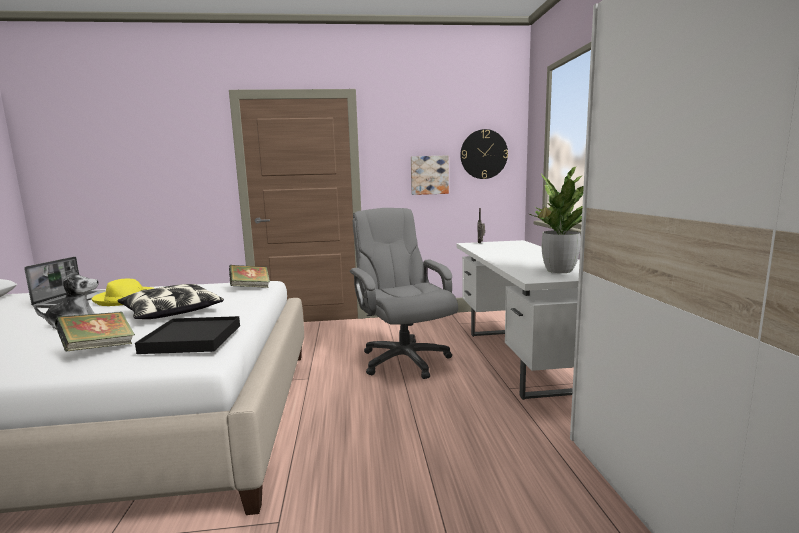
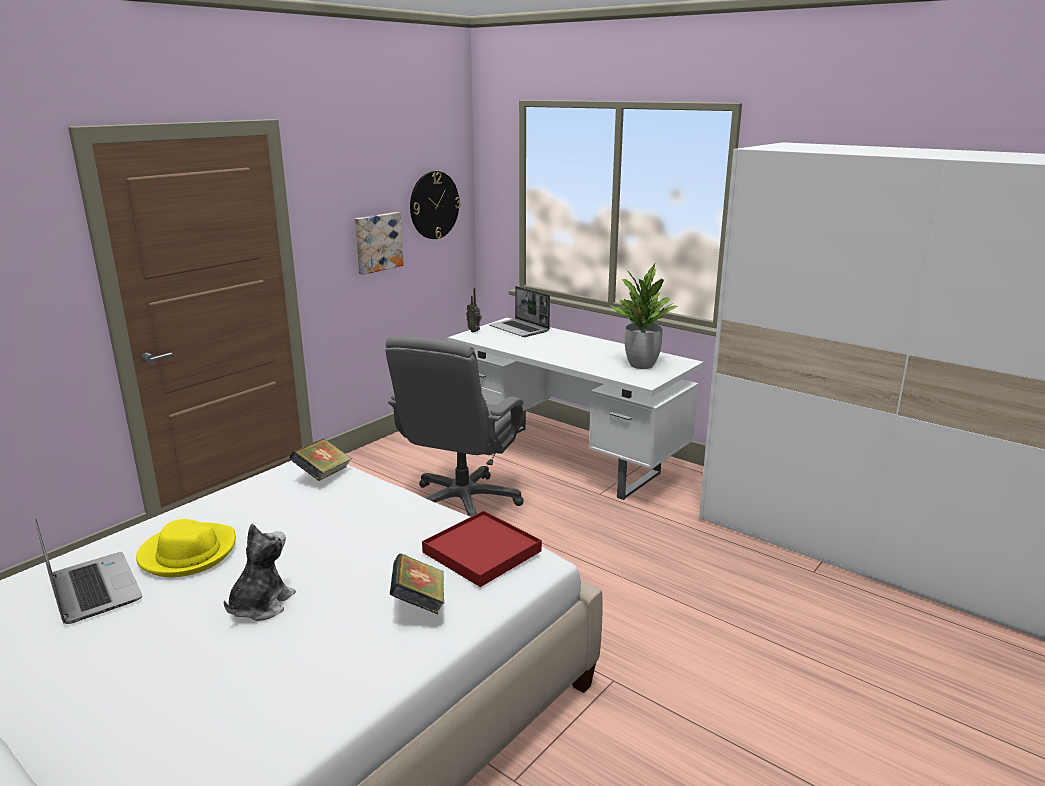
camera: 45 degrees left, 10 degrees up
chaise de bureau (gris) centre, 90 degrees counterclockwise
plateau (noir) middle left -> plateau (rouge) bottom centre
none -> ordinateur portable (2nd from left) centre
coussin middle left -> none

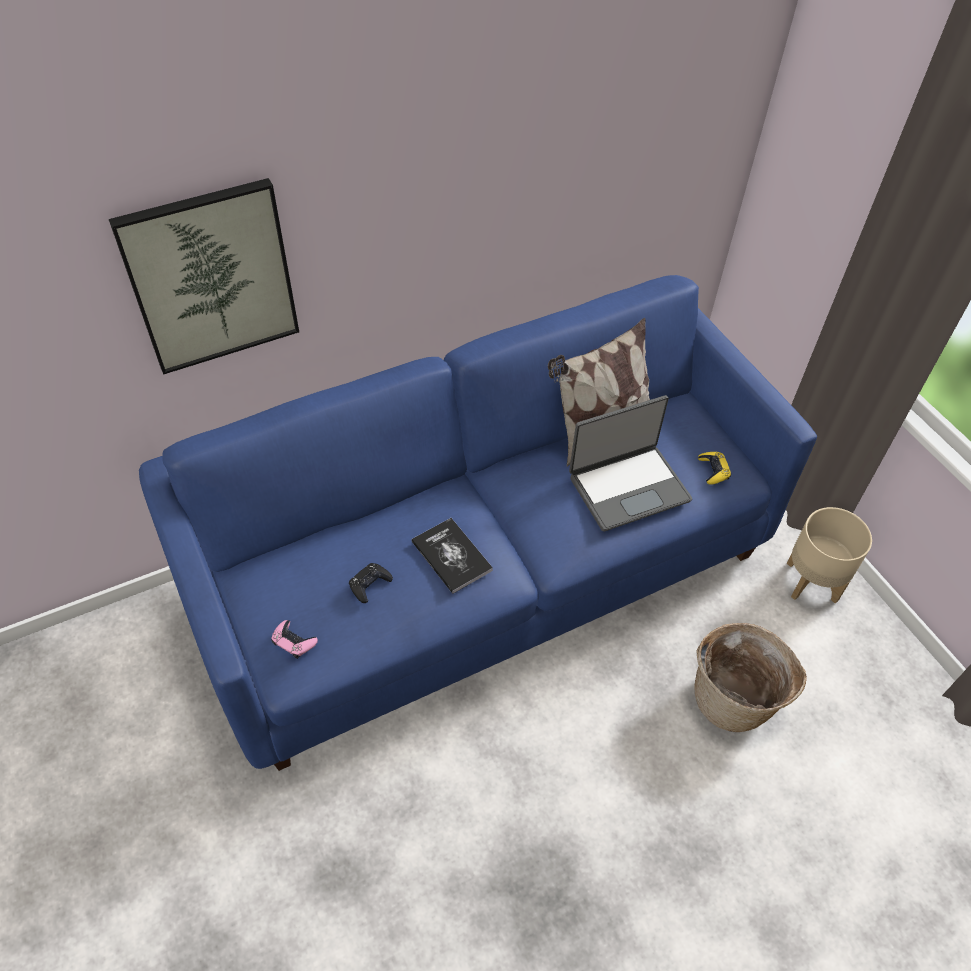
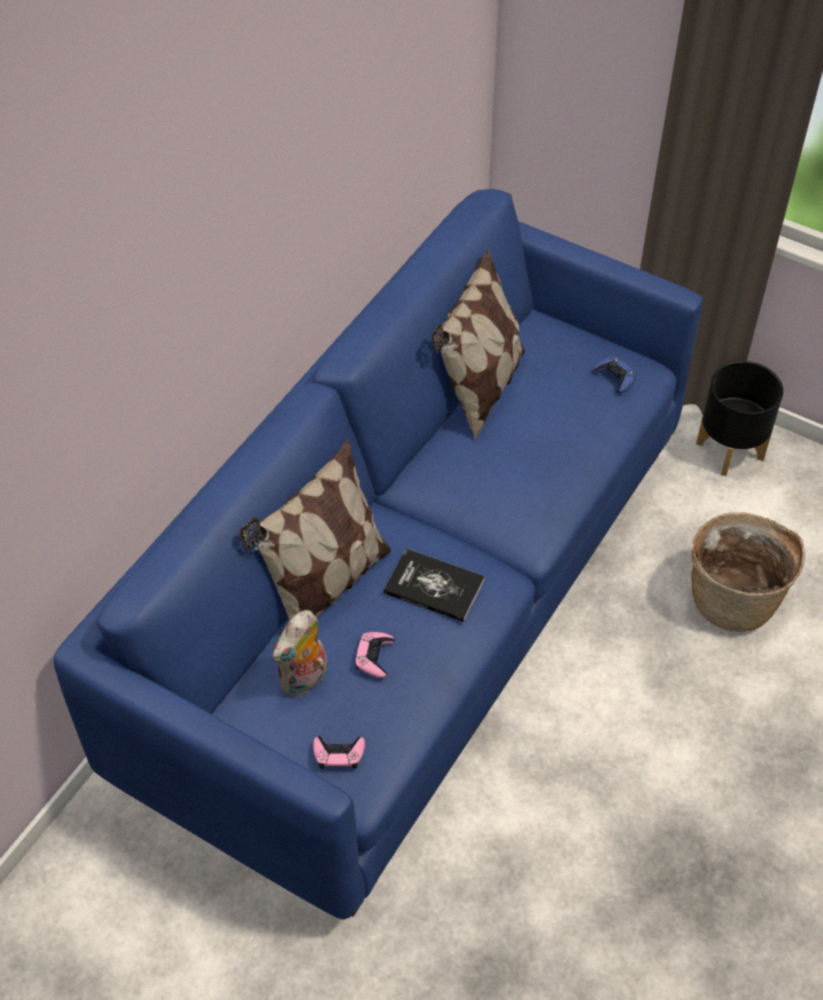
camera: 30 degrees left, 0 degrees up
none -> coussin (1st from left) centre
none -> peluche centre
manette (noir) centre -> manette (rose) (2nd from left) centre
manette (jaune) middle right -> manette (bleu) middle right
cache-pot (beige) middle right -> cache-pot (noir) middle right
tableau top left -> none
ordinateur portable centre -> none

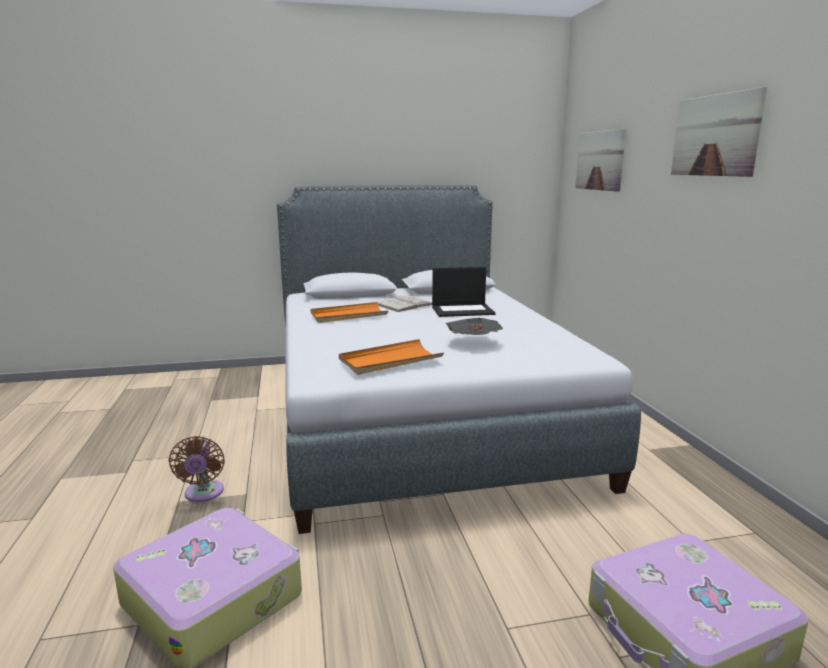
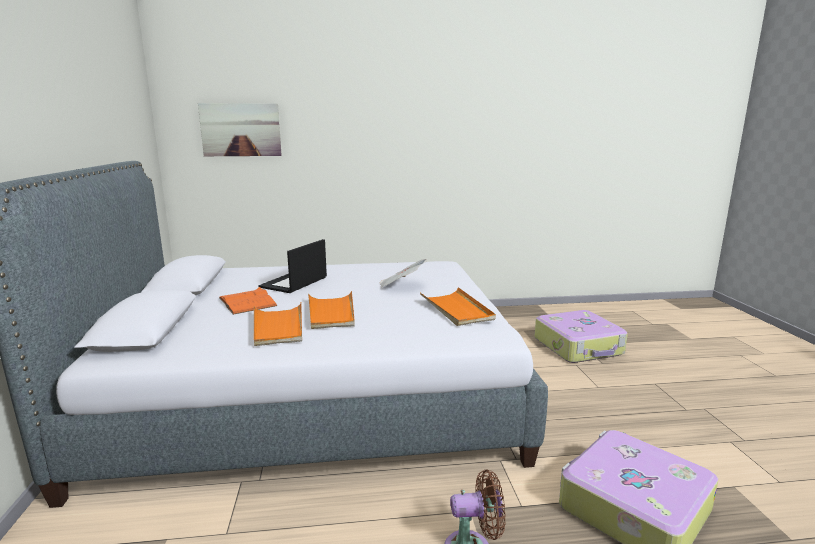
camera: 85 degrees left, 0 degrees up
livre (blanc) centre -> livre (orange) middle left
ordinateur portable centre, 150 degrees counterclockwise
none -> plateau (orange) (2nd from left) centre
tableau (2nd from left) top right -> none

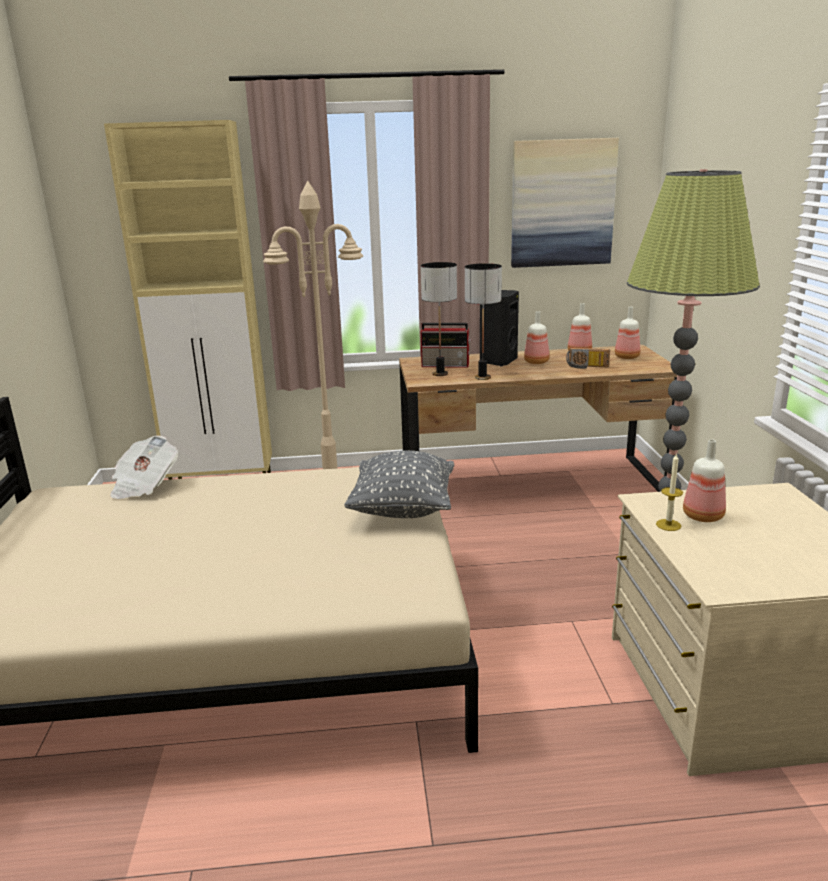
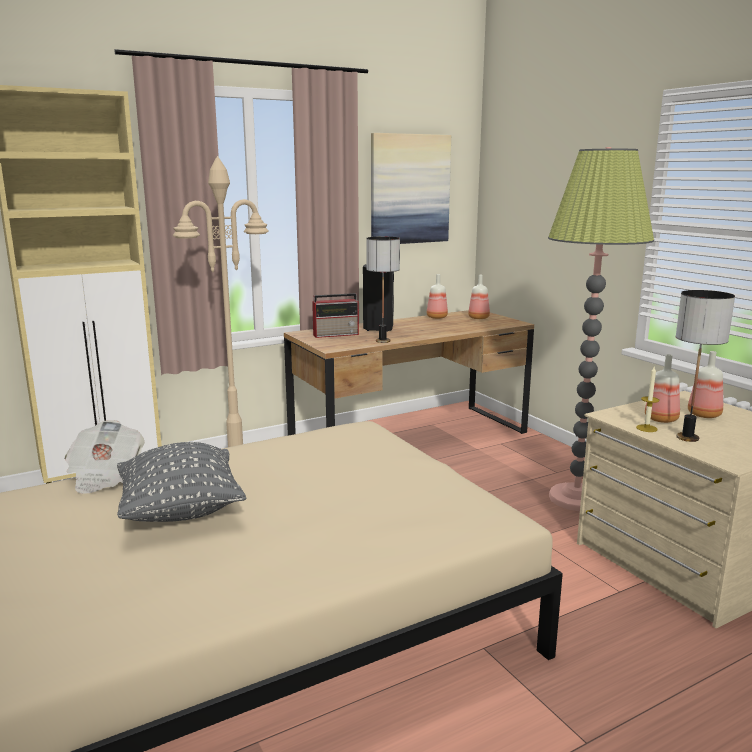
camera: 25 degrees left, 5 degrees down
coussin (gris) centre -> coussin (gris) middle left, moved
lampe de table (1st from left in the first image) centre -> lampe de table (2nd from left) middle right, moved
bouteille (1st from left in the first image) centre -> bouteille (4th from left) middle right, moved
radio (2nd from left) middle right -> none

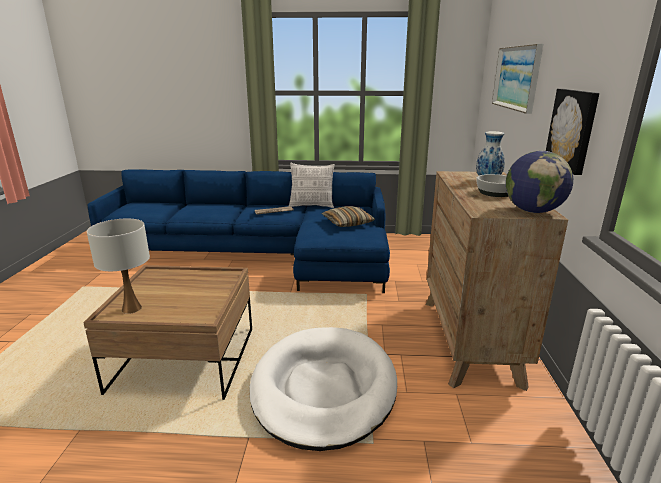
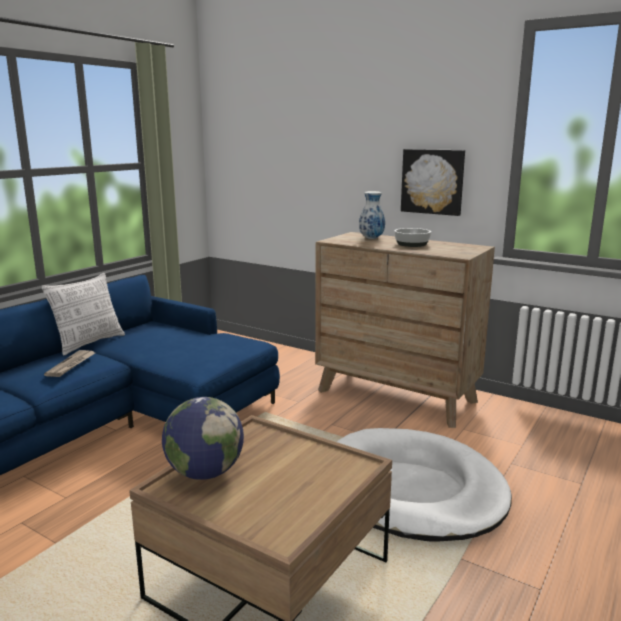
camera: 60 degrees left, 5 degrees down
globe middle right -> globe bottom left, moved
lampe de table (blanc) middle left -> none
coussin (2nd from left) centre -> none
tableau (1st from left) top right -> none

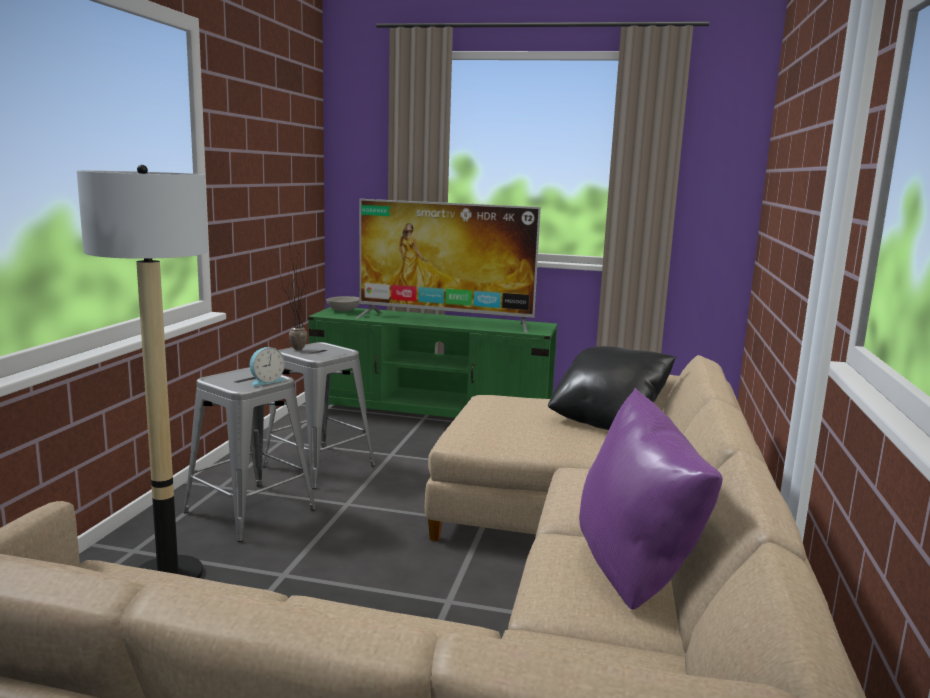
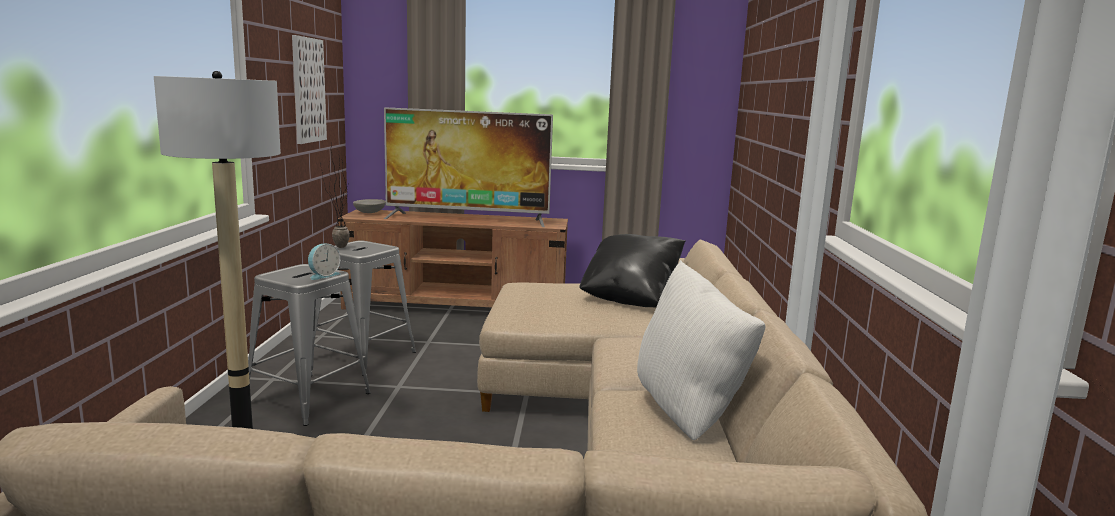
camera: 10 degrees left, 0 degrees up
none -> tableau top left
meuble télé (vert) centre -> meuble télé (marron) centre
coussin (violet) bottom right -> coussin (blanc) bottom centre

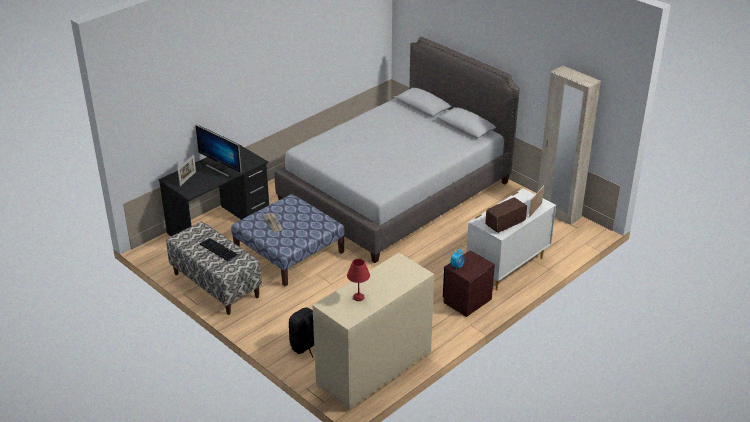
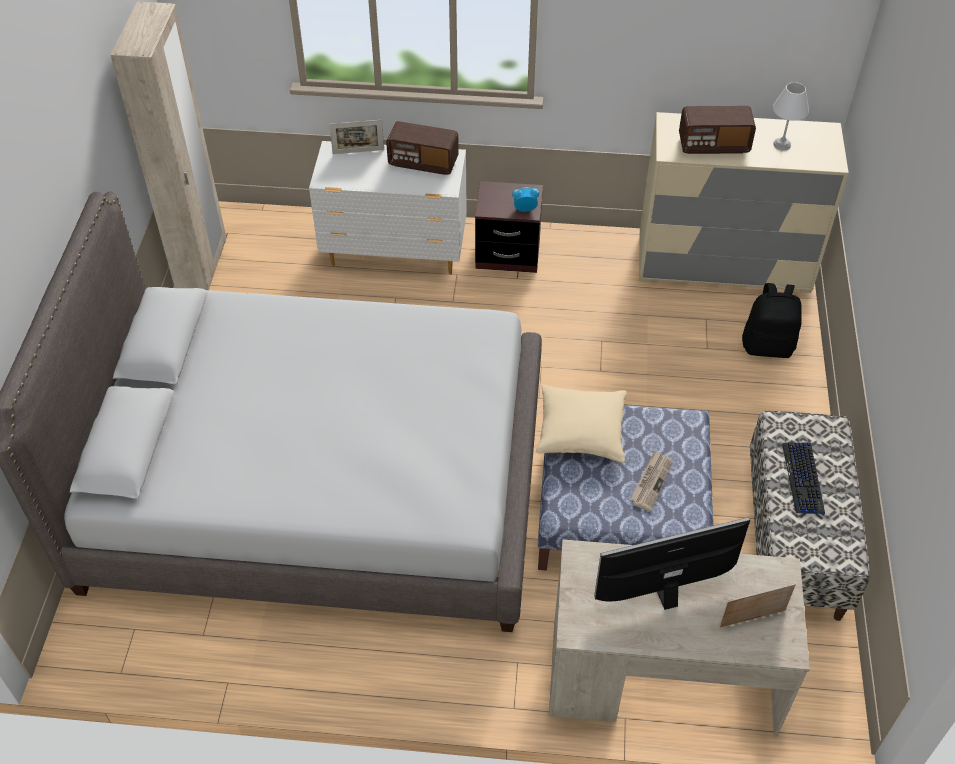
camera: 130 degrees left, 15 degrees up
none -> coussin (beige) centre
bureau (noir) middle left -> bureau (beige) bottom right
écran d'ordinateur middle left -> écran d'ordinateur bottom right, 105 degrees counterclockwise
none -> radio (2nd from left) top right
lampe de table (rouge) centre -> lampe de table (blanc) top right

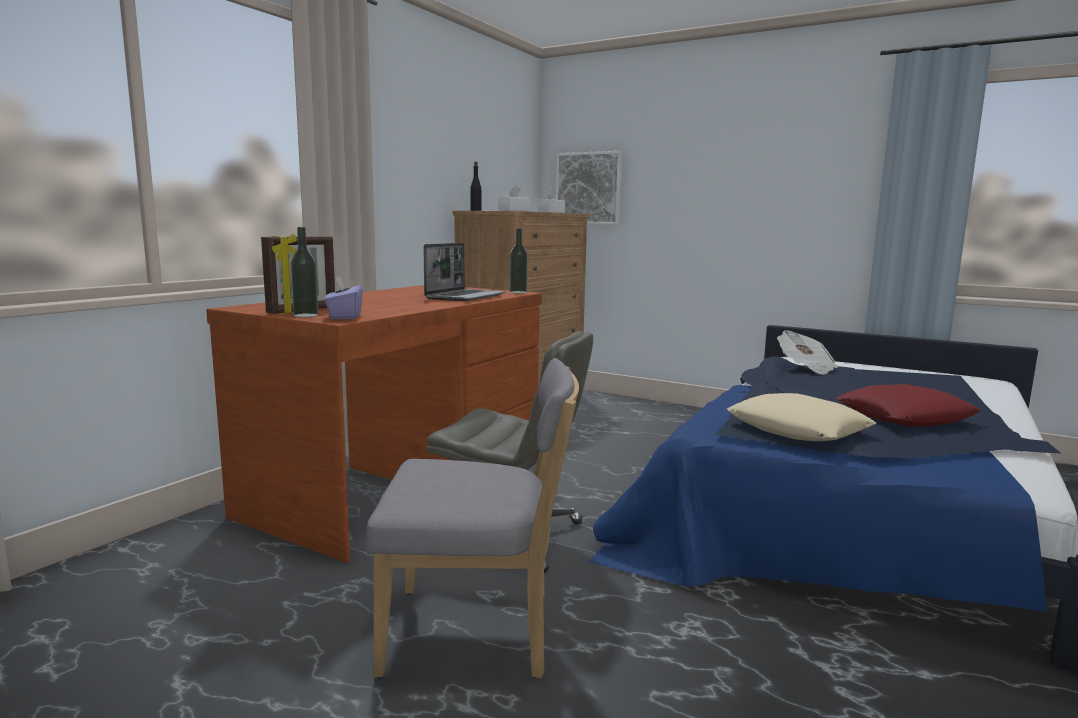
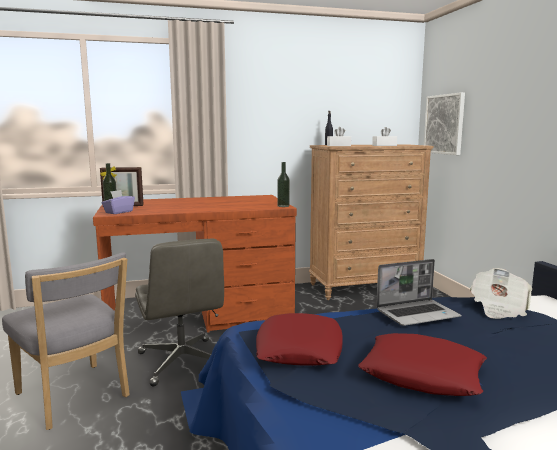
camera: 45 degrees right, 0 degrees up
coussin (beige) middle right -> coussin (rouge) (1st from left) bottom centre
ordinateur portable centre -> ordinateur portable middle right, moved

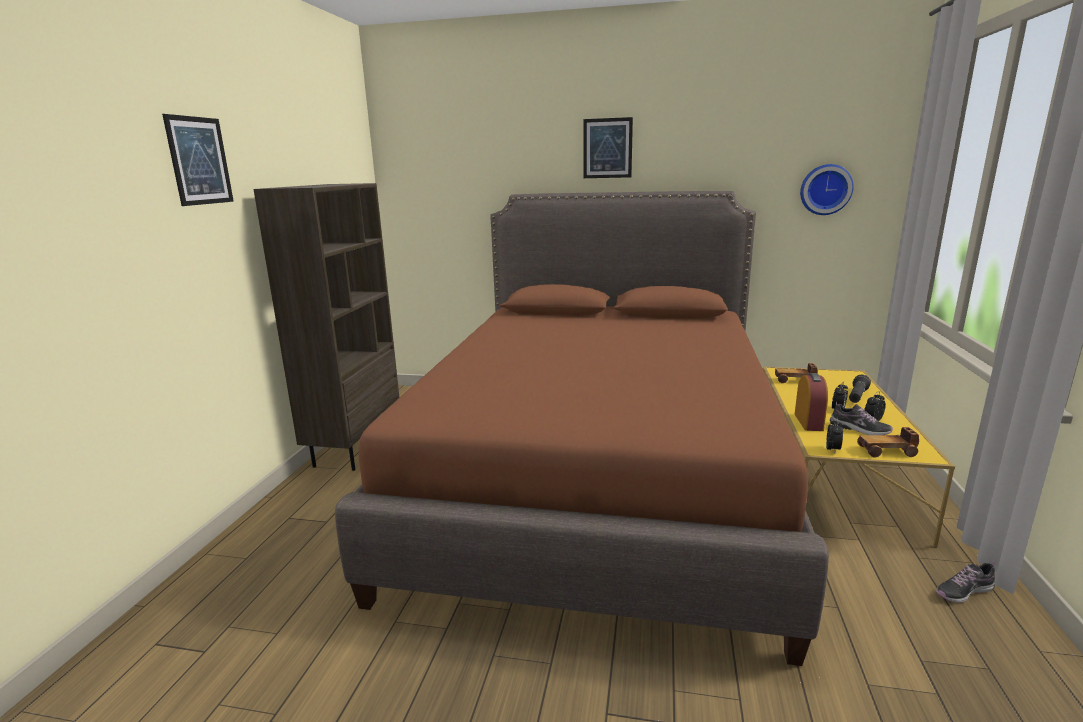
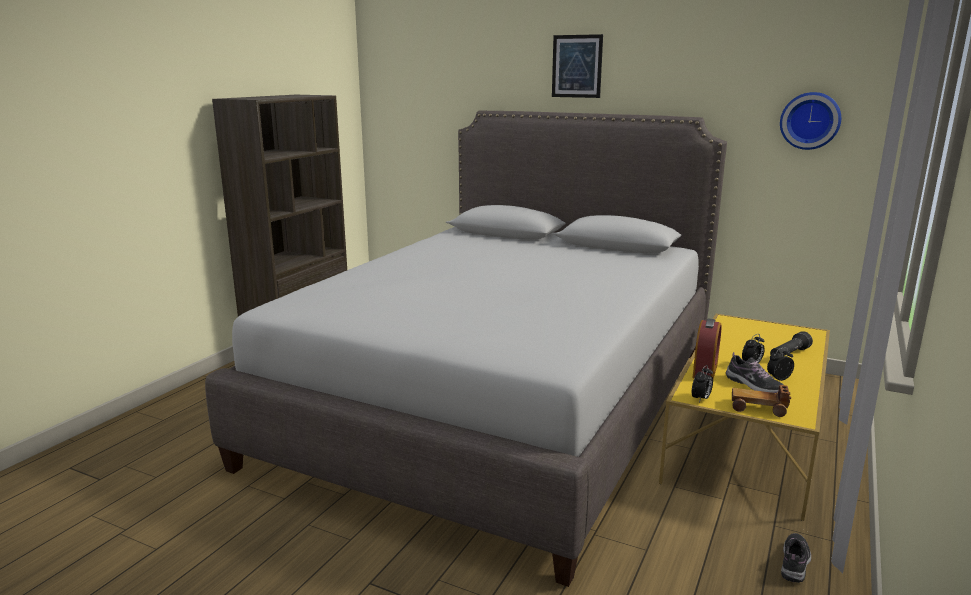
camera: 15 degrees right, 0 degrees up
lit (marron) centre -> lit (gris) centre
chaussure (2nd from left) bottom right, 120 degrees clockwise
tableau (1st from left) top left -> none
petite voiture (1st from left) middle right -> none

